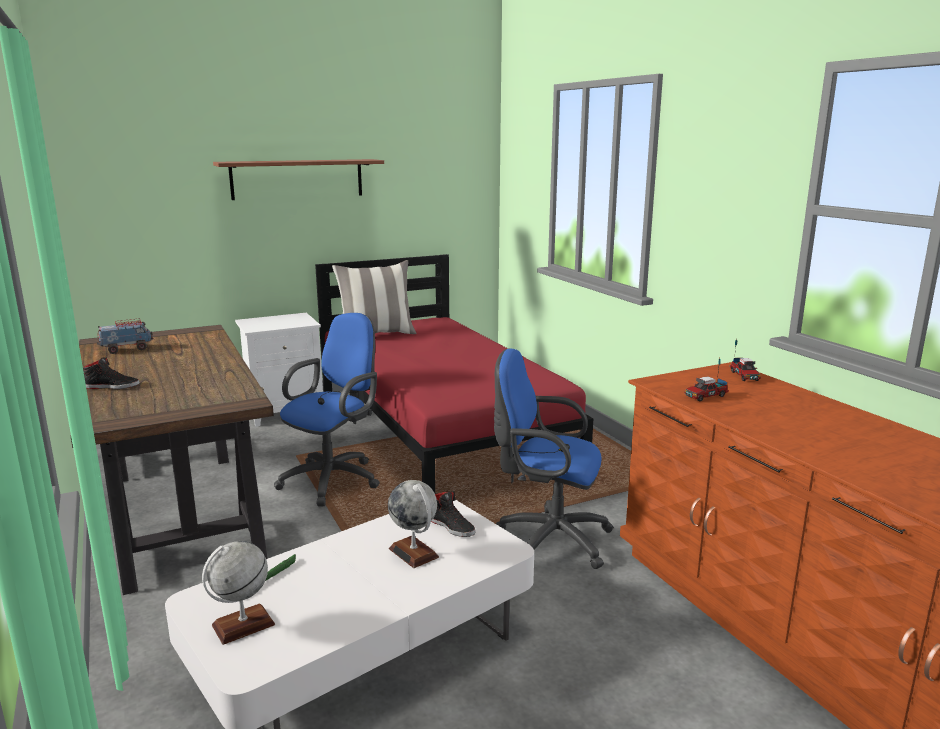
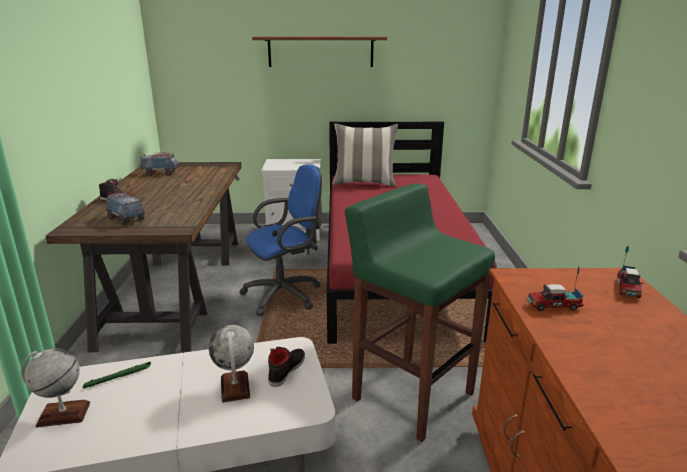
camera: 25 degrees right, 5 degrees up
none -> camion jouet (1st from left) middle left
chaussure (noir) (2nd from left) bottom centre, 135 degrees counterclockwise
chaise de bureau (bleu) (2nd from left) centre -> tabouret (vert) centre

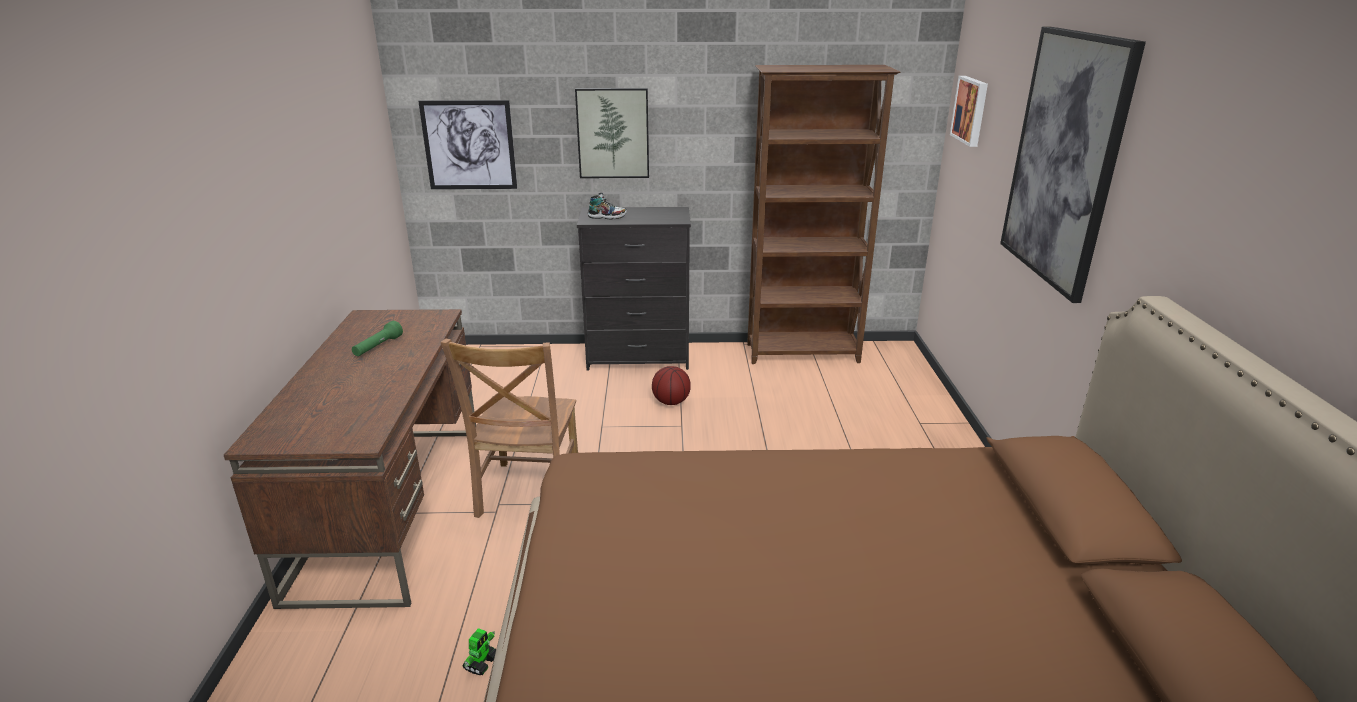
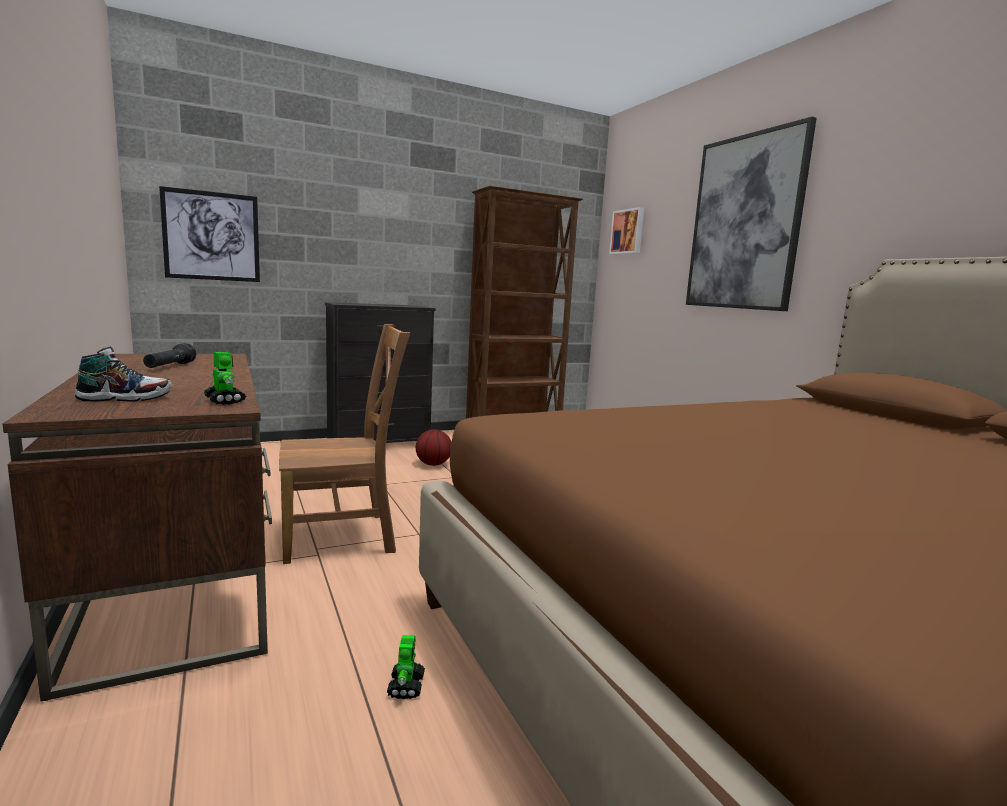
camera: 25 degrees left, 15 degrees down
chaussure top centre -> chaussure middle left, moved
lampe de poche (vert) middle left -> lampe de poche (noir) middle left
none -> robot jouet (1st from left) middle left
chaise (marron) centre, 90 degrees counterclockwise
tableau (2nd from left) top centre -> none

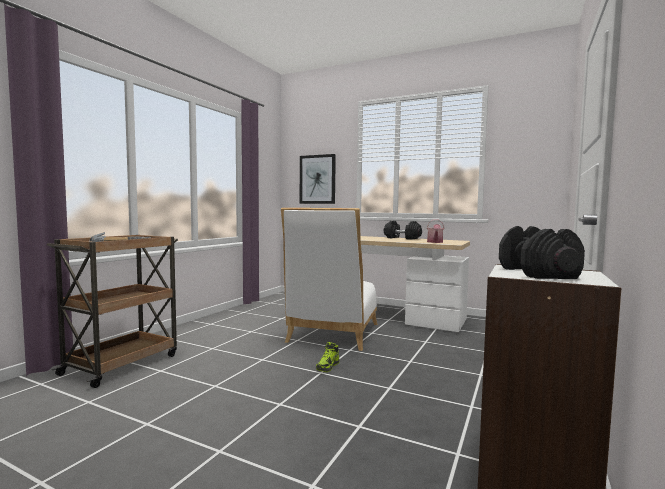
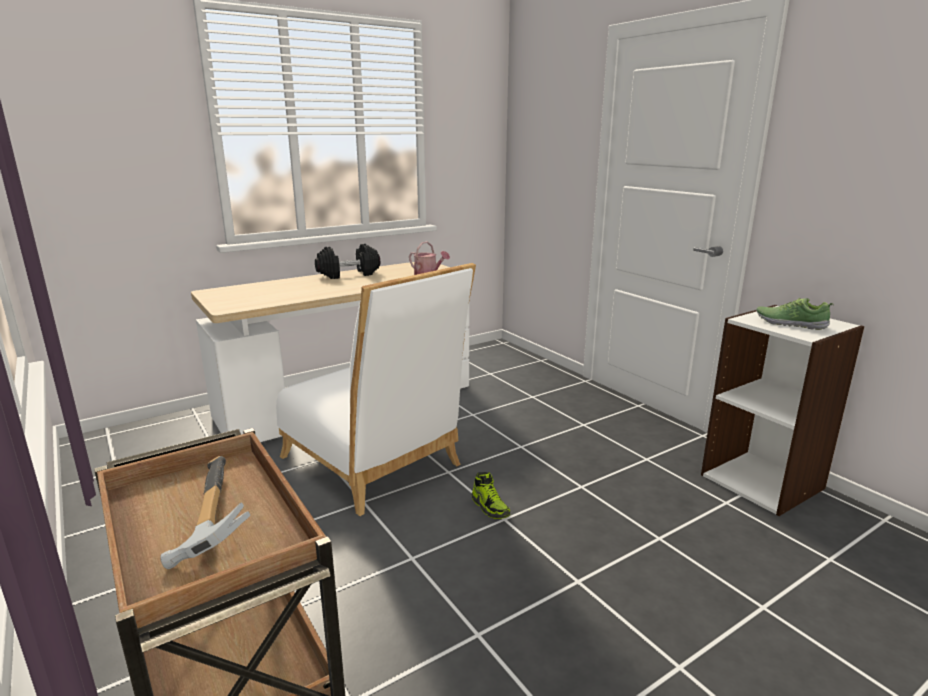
camera: 60 degrees left, 15 degrees up
haltère (noir) (2nd from left) middle right -> chaussure (2nd from left) middle right
tableau centre -> none

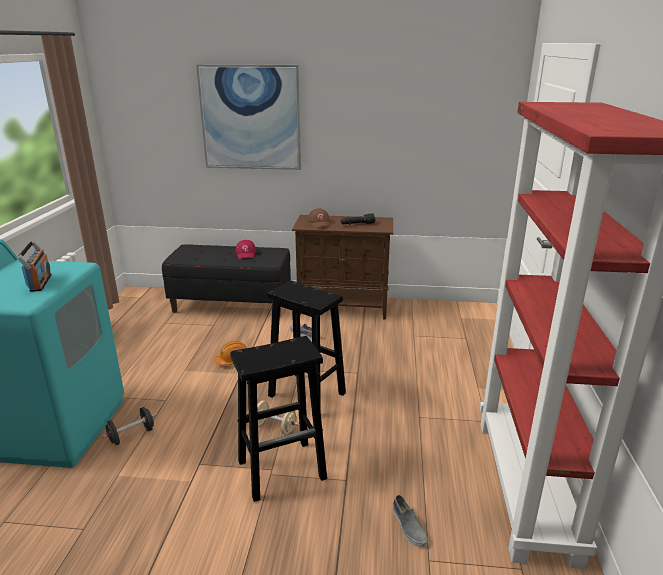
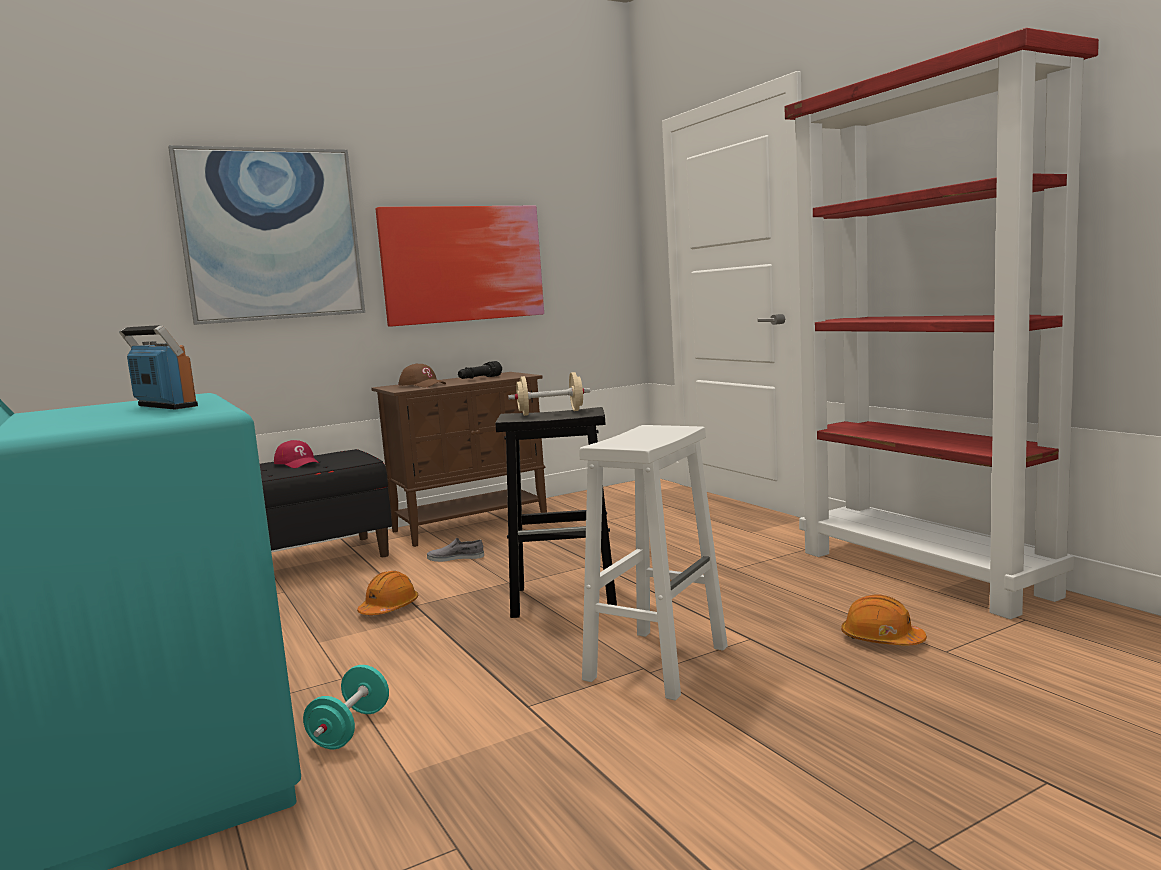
camera: 35 degrees left, 15 degrees down
haltère (noir) bottom left -> haltère (turquoise) bottom left
none -> tableau (2nd from left) top centre
haltère (beige) bottom centre -> haltère (beige) centre, moved
tabouret (noir) (1st from left) bottom centre -> tabouret (blanc) centre
chaussure (gris) (2nd from left) bottom centre -> casque de chantier (orange) (2nd from left) bottom right

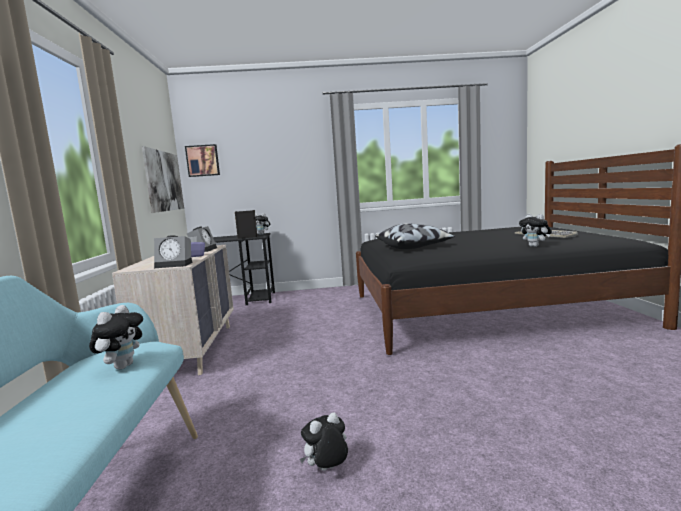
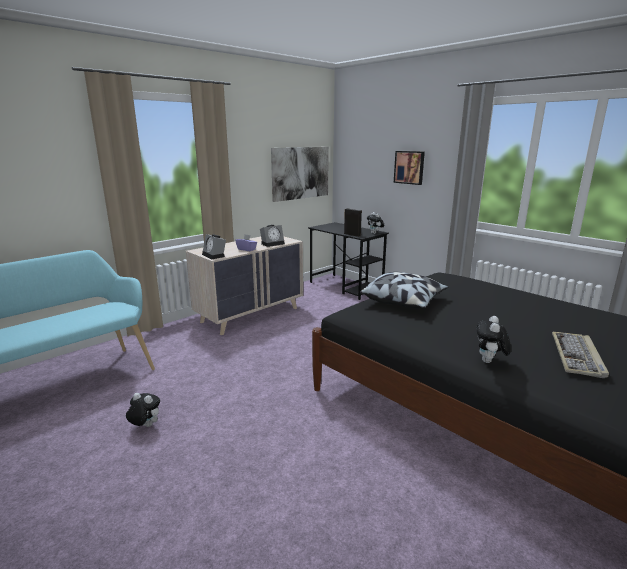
camera: 50 degrees right, 10 degrees up
tableau (2nd from left) top left -> tableau (2nd from left) top centre, moved
peluche (1st from left) middle left -> none

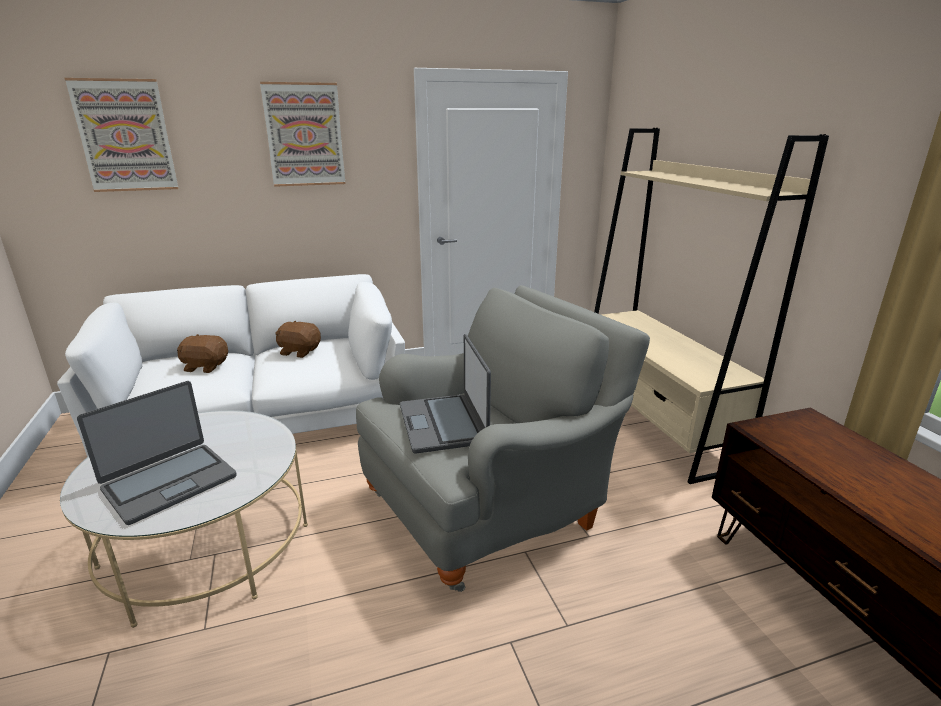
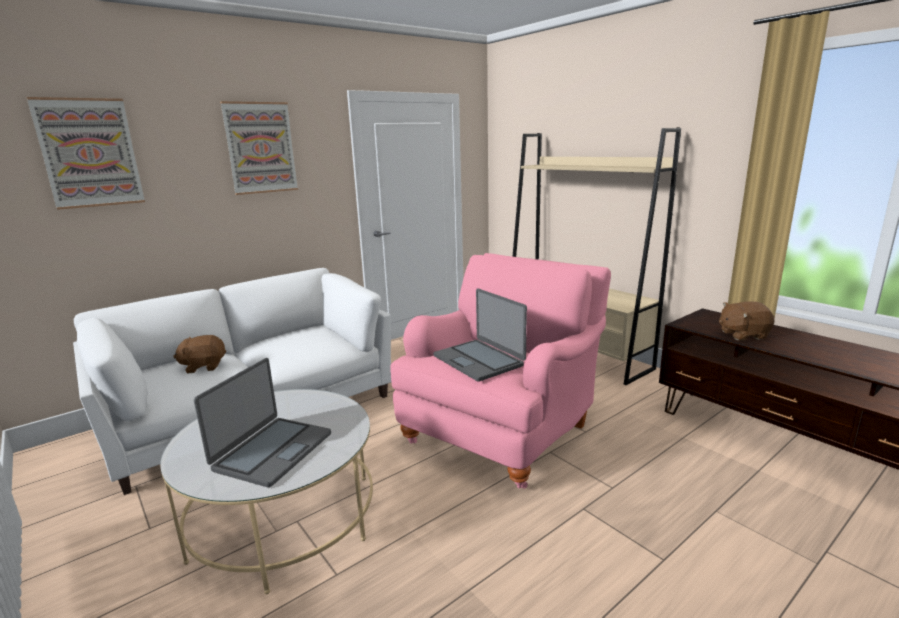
camera: 20 degrees left, 5 degrees down
fauteuil (gris) centre -> fauteuil (rose) centre
peluche (marron) (2nd from left) middle left -> peluche (marron) (2nd from left) middle right, moved

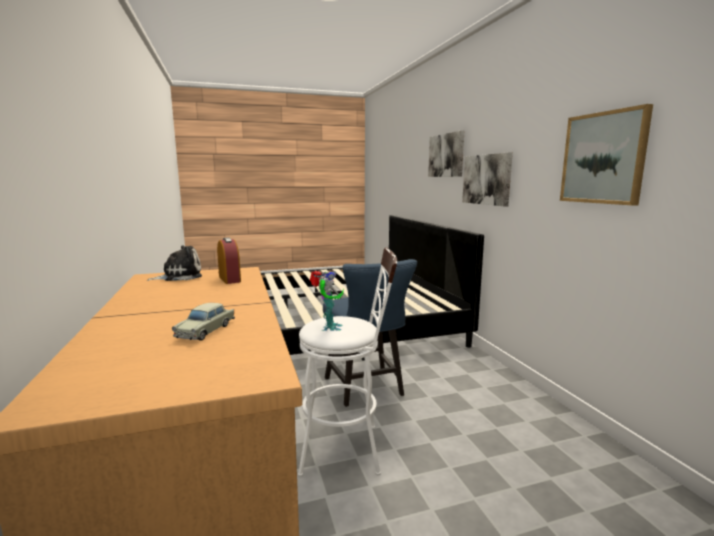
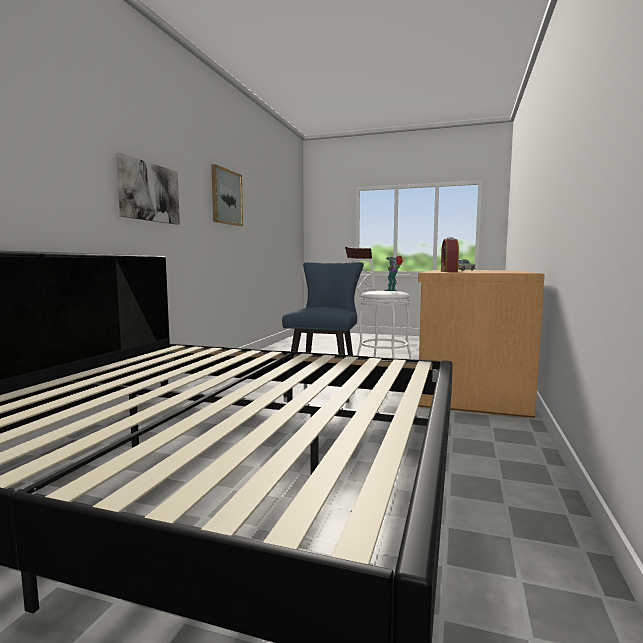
camera: 145 degrees left, 5 degrees down
peluche middle left -> none
tableau (1st from left) top centre -> none

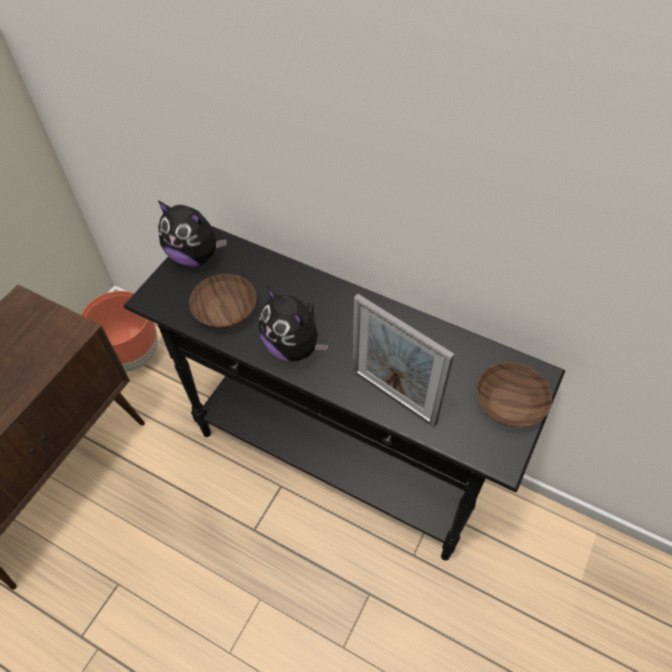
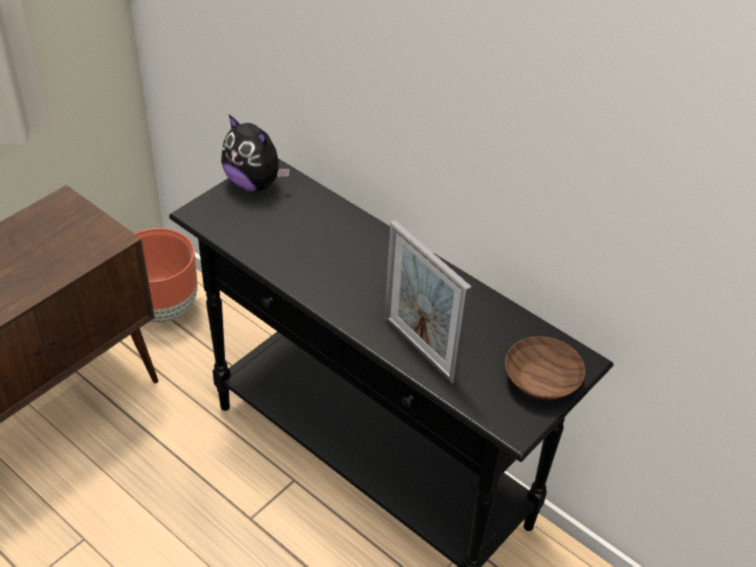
camera: 10 degrees right, 10 degrees down
bol (marron) (1st from left) middle left -> none
peluche (2nd from left) centre -> none

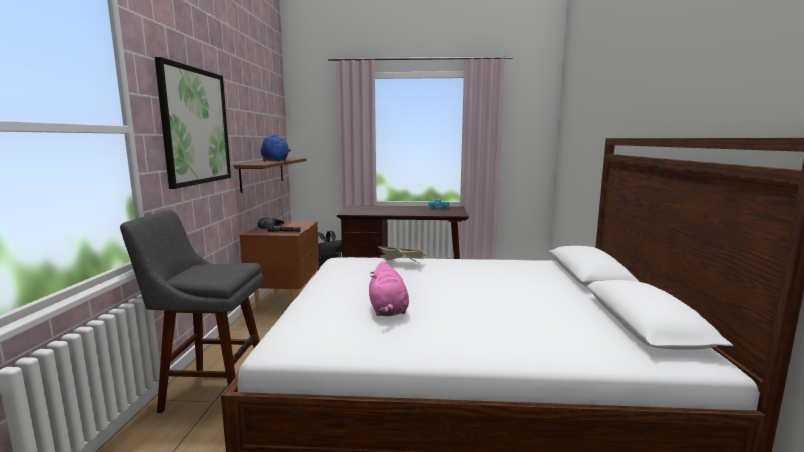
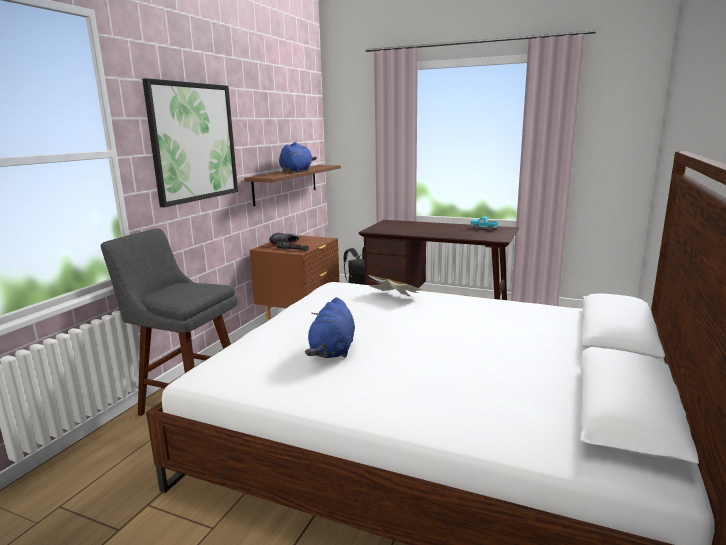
camera: 20 degrees right, 5 degrees up
peluche (rose) centre -> peluche (bleu) (2nd from left) centre

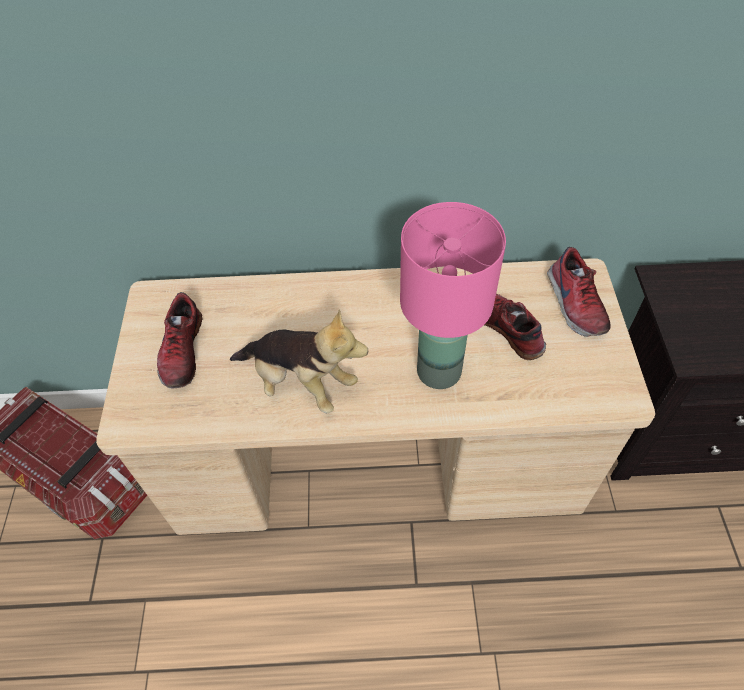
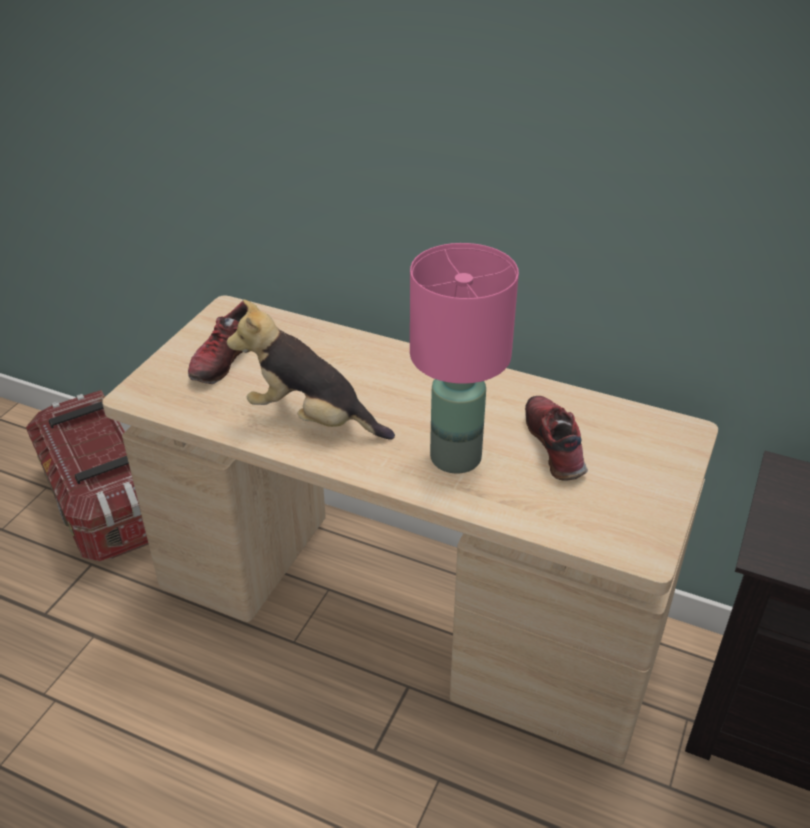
camera: 25 degrees right, 15 degrees down
peluche centre, 150 degrees clockwise
chaussure (3rd from left) middle right -> none

